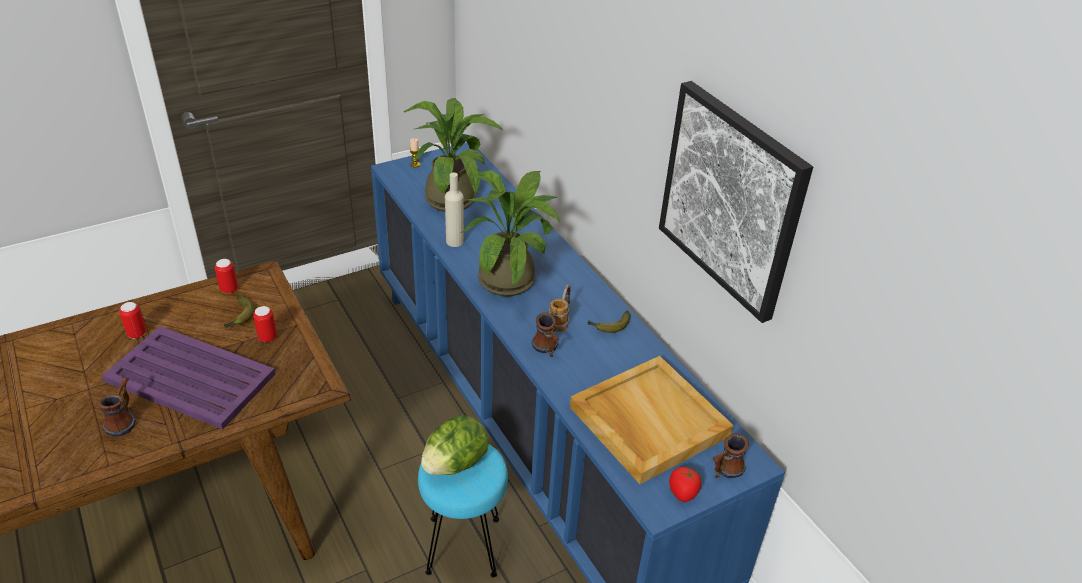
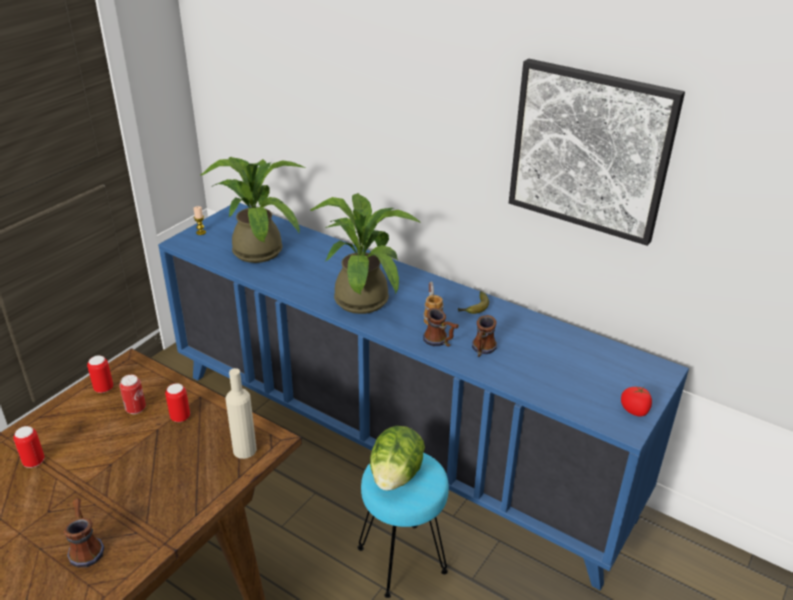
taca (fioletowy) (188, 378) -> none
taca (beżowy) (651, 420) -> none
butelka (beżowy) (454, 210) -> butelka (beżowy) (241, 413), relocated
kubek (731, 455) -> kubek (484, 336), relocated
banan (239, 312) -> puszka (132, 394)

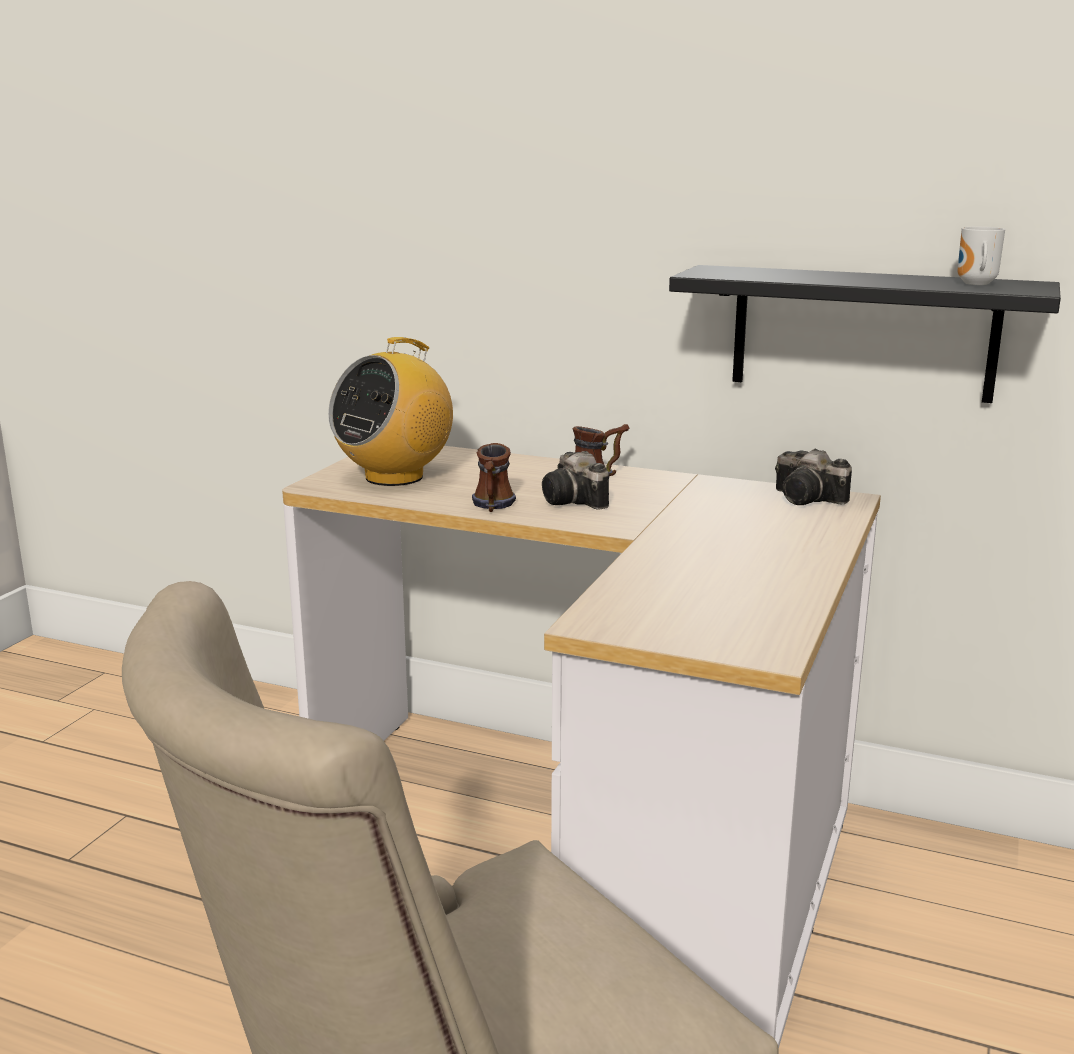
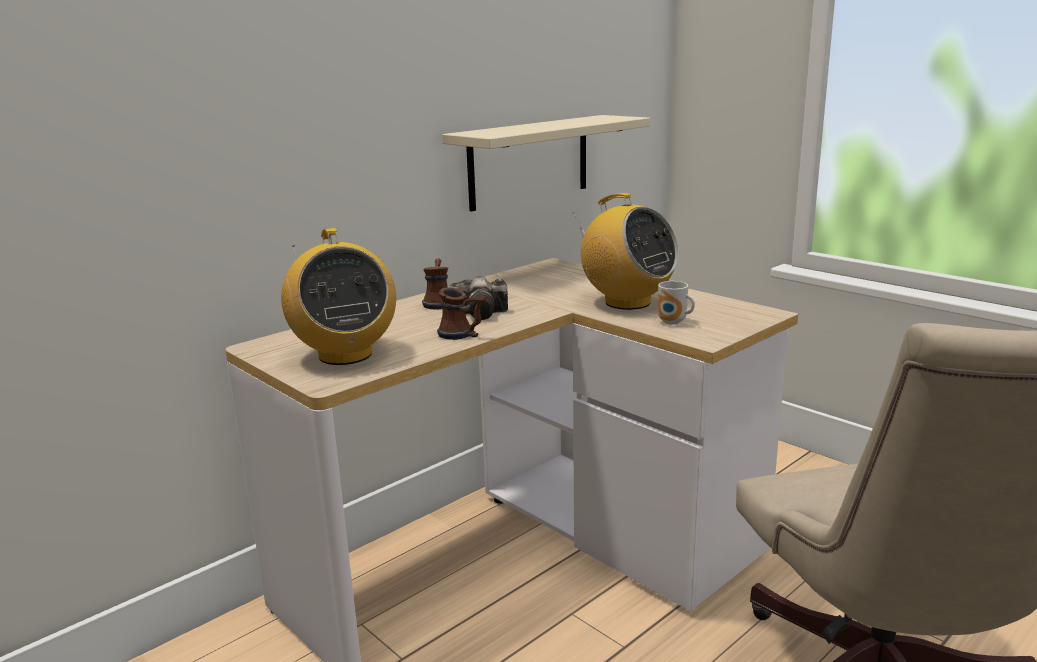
aparat fotograficzny (813, 477) -> none
none -> radio (626, 251)
kubek (981, 256) -> kubek (676, 302), relocated
półka (czarny) (865, 334) -> półka (beżowy) (546, 163)

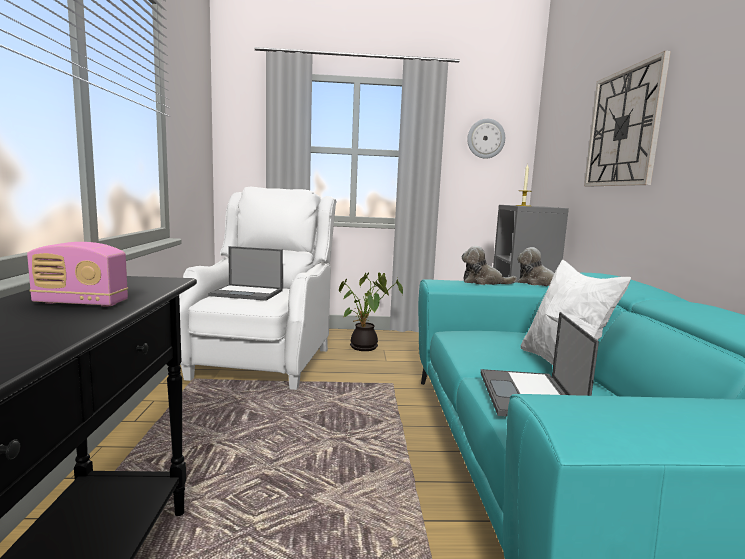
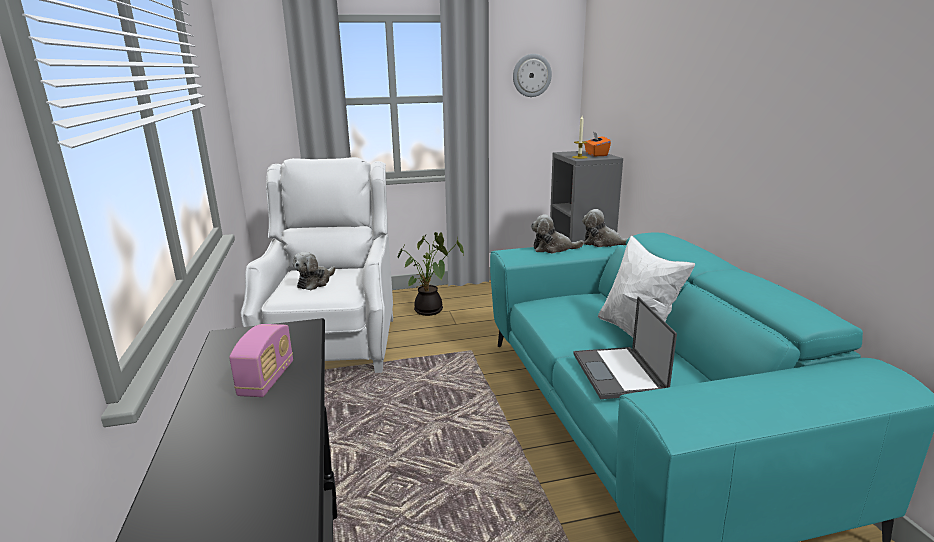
zegar ścienny (627, 119) -> none
none -> pudełko chusteczek (pomarańczowy) (597, 144)
laptop (245, 273) -> pluszak (314, 271)
radio (77, 274) -> radio (261, 360), 75 degrees counterclockwise

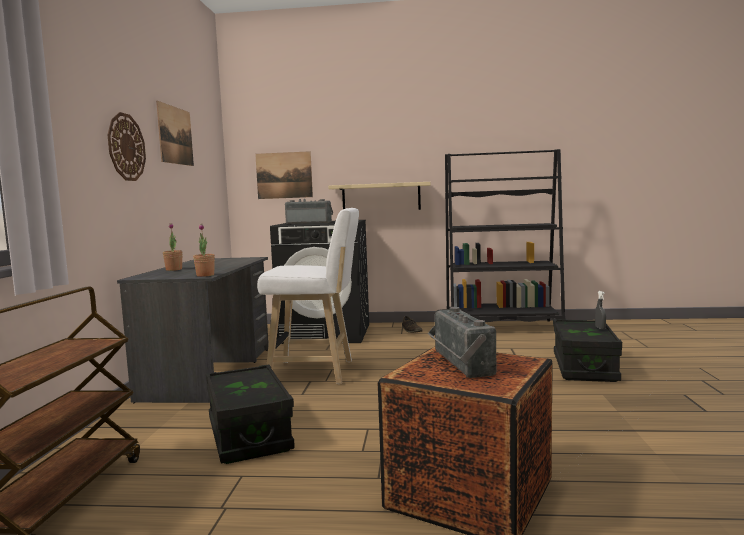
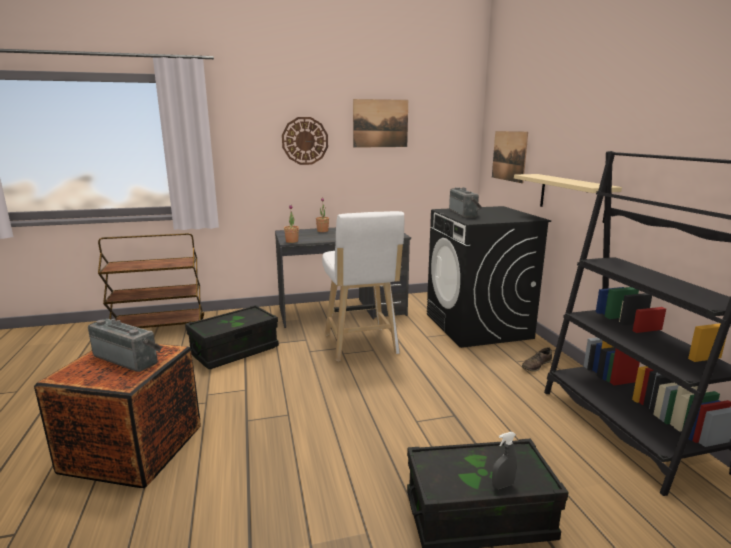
radio (462, 342) -> radio (125, 345), 60 degrees clockwise

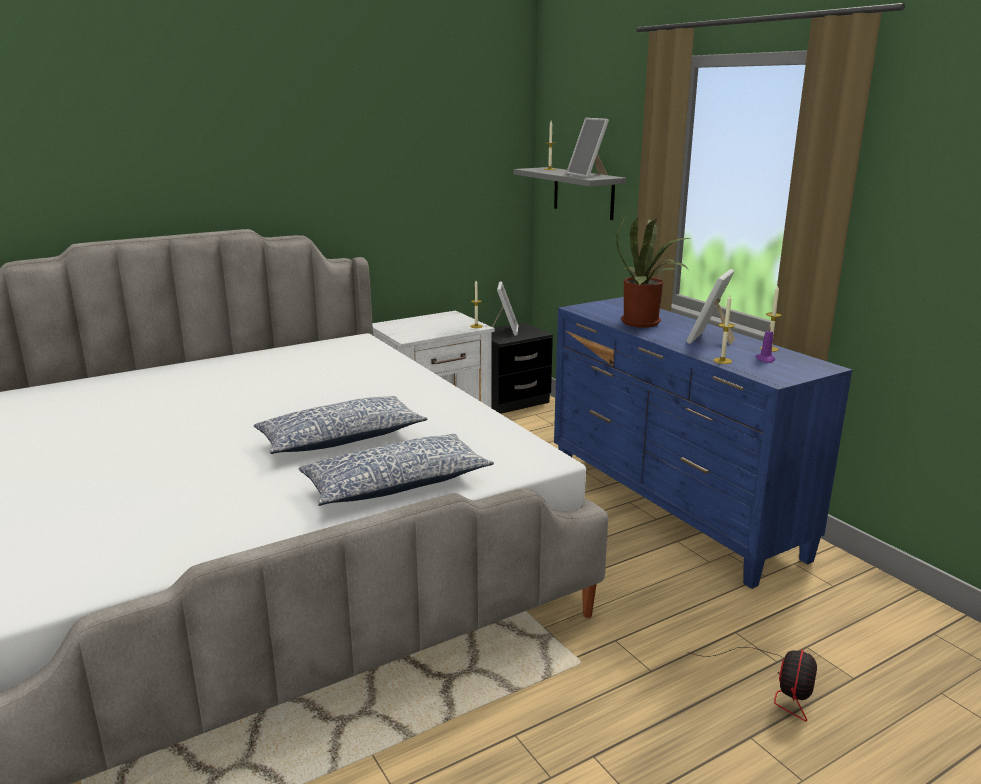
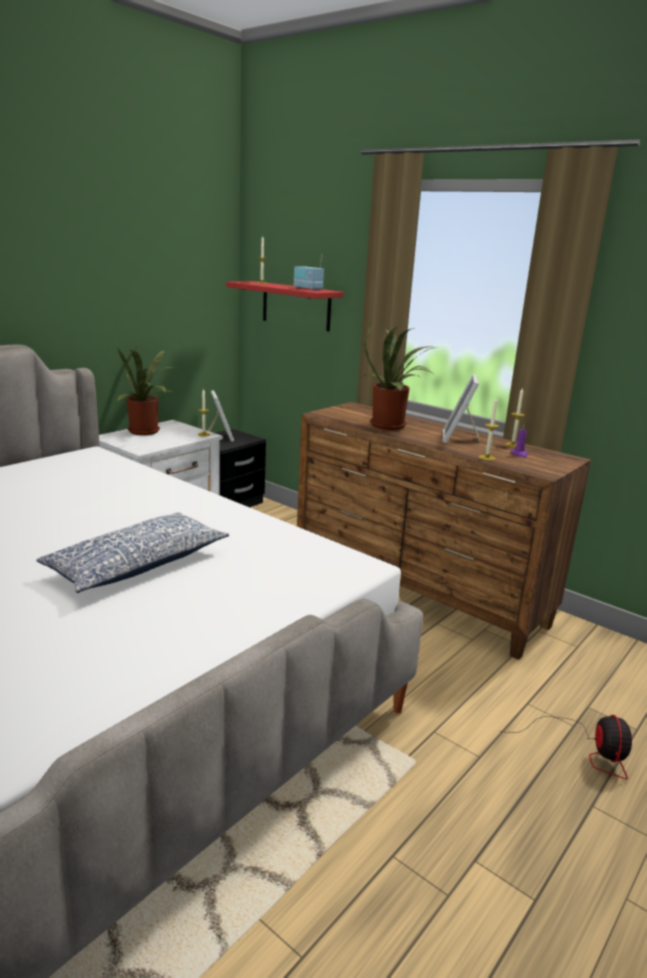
poduszka (396, 470) -> none
none -> roślina doniczkowa (146, 391)
ramka na zdjęcie (587, 148) -> radio (309, 272)
półka (szary) (570, 193) -> półka (czerwony) (285, 306)
komoda (niebieski) (703, 443) -> komoda (brązowy) (444, 531)

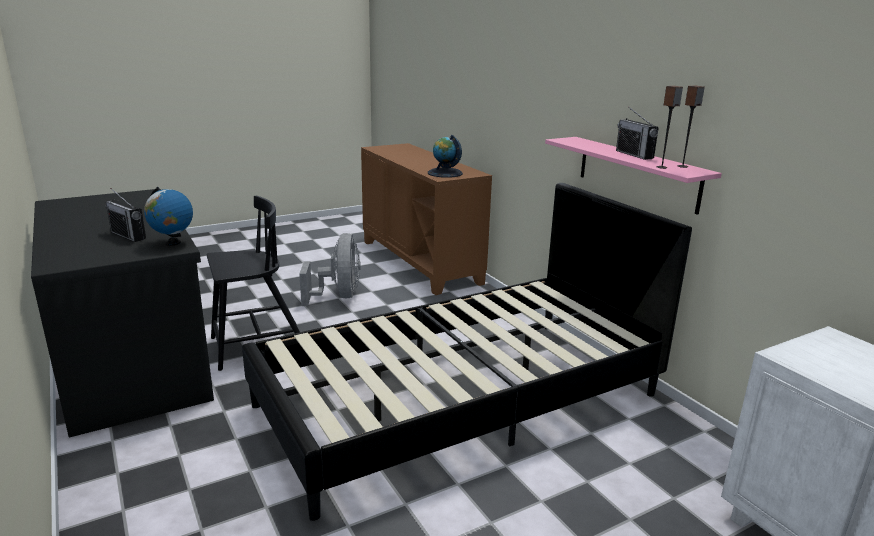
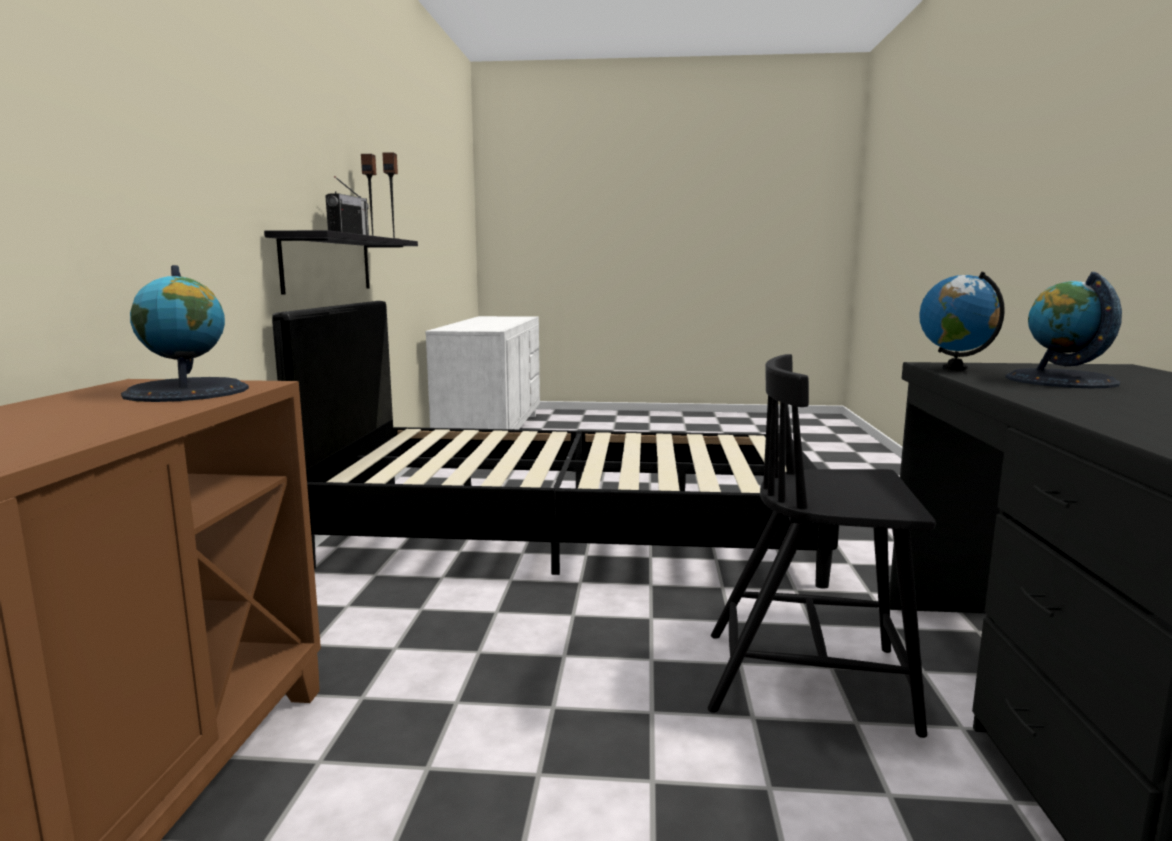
wentylator (szary) (330, 269) -> none
radio (126, 215) -> globus (1063, 330)
półka (różowy) (633, 176) -> półka (czarny) (341, 262)

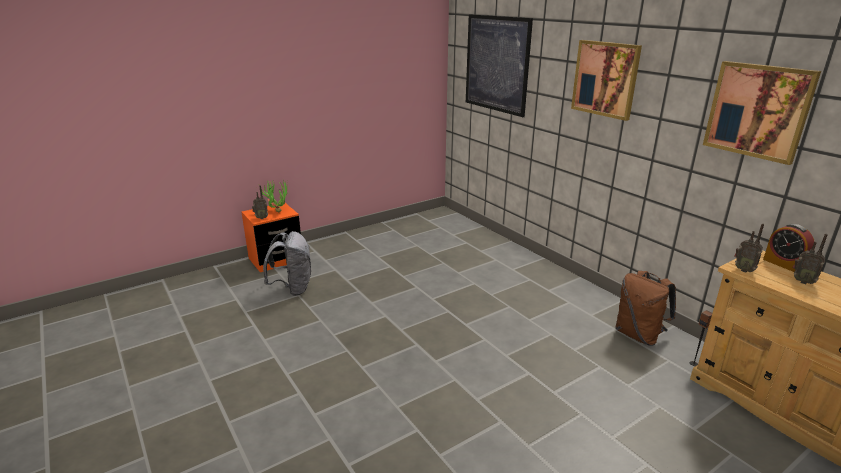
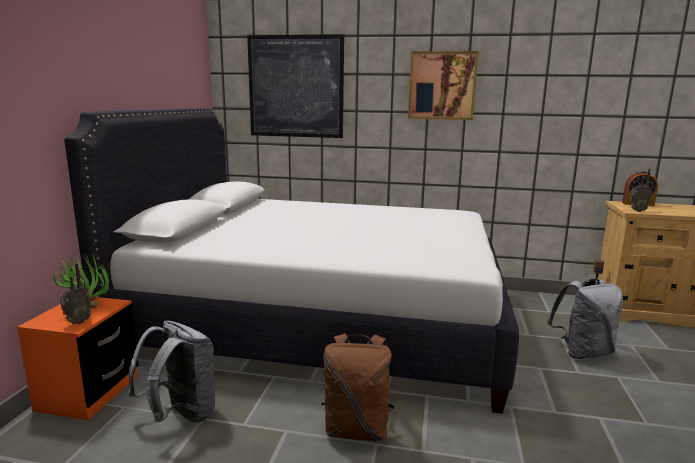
obraz (762, 113) -> none
radio (810, 259) -> none
none -> łóżko (biały) (291, 261)
none -> plecak (szary) (585, 318)
plecak (brązowy) (646, 308) -> plecak (brązowy) (358, 387), relocated

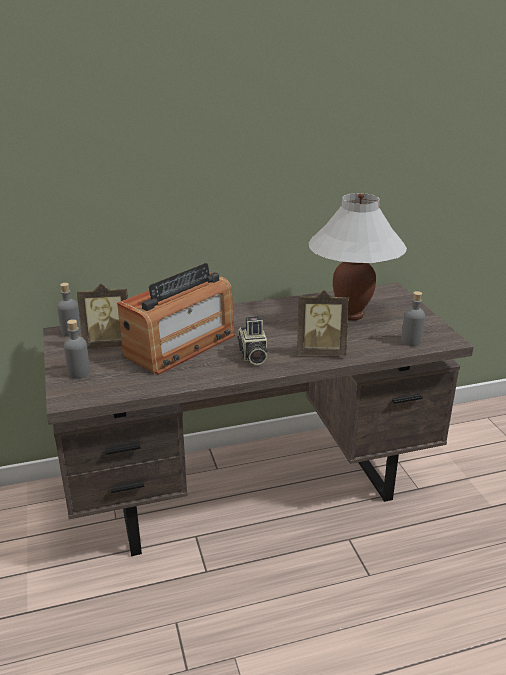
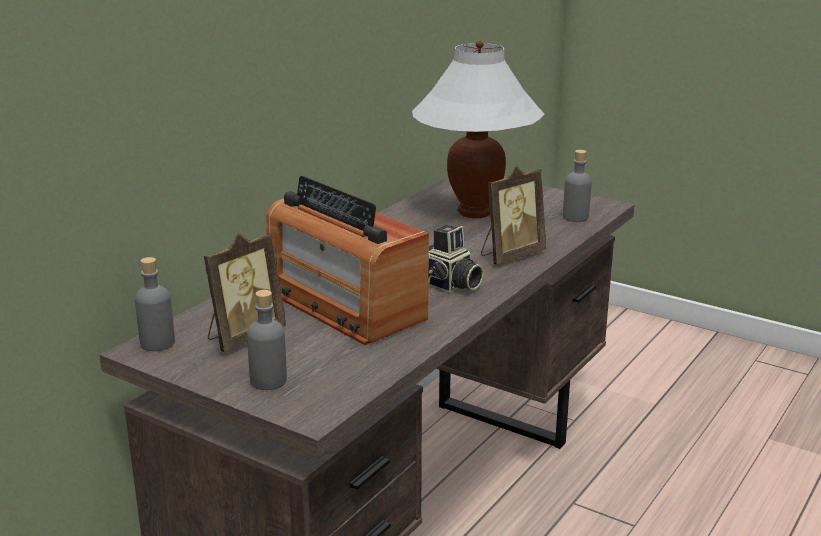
radio (176, 319) -> radio (347, 260), 135 degrees clockwise

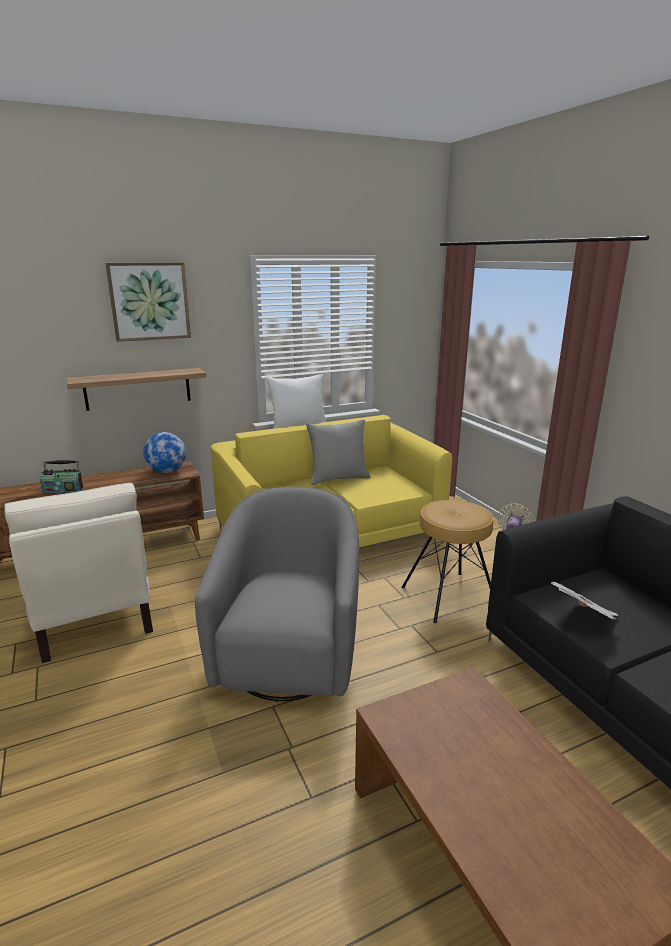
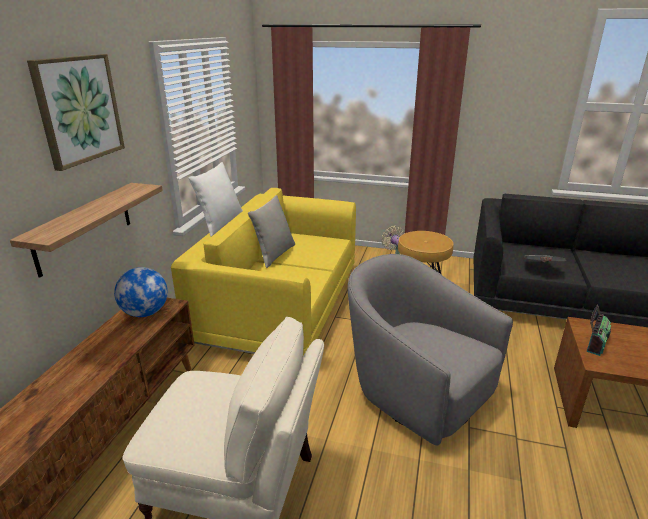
radio (61, 476) -> radio (598, 330), relocated

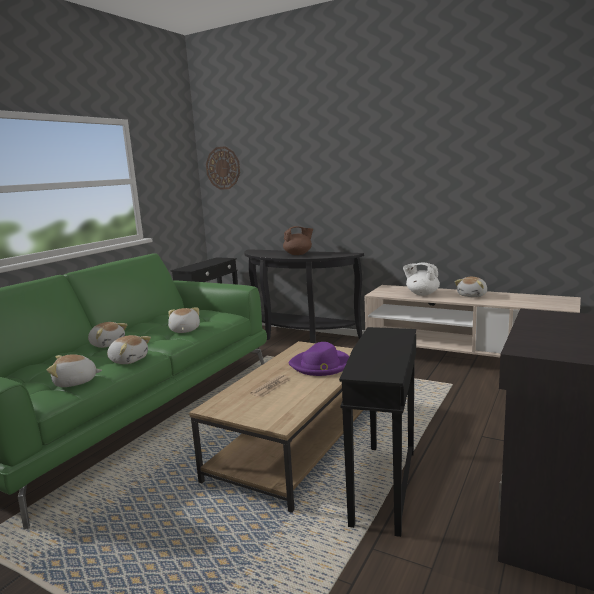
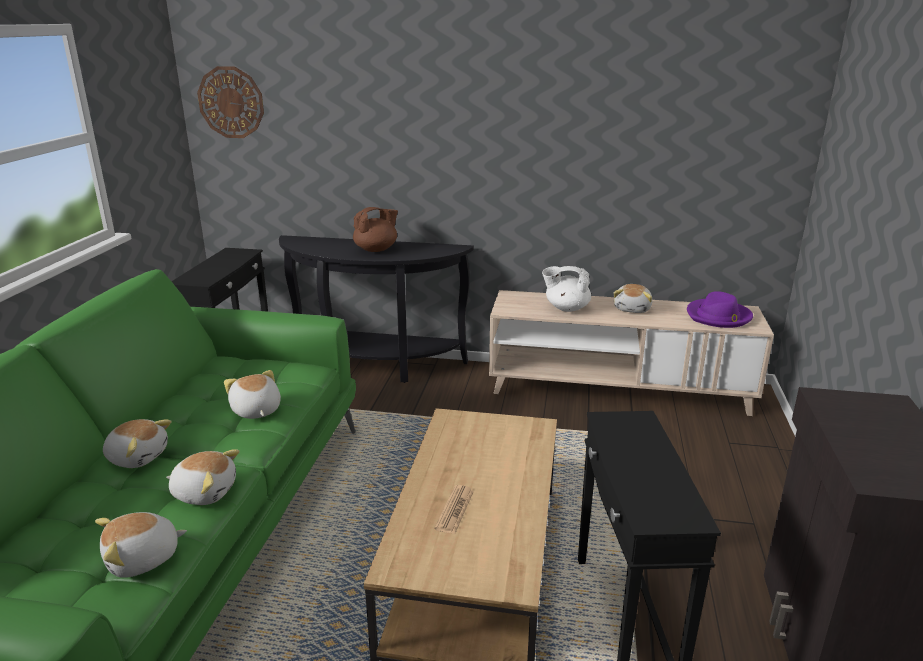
kapelusz (fioletowy) (319, 359) -> kapelusz (fioletowy) (720, 309), relocated

